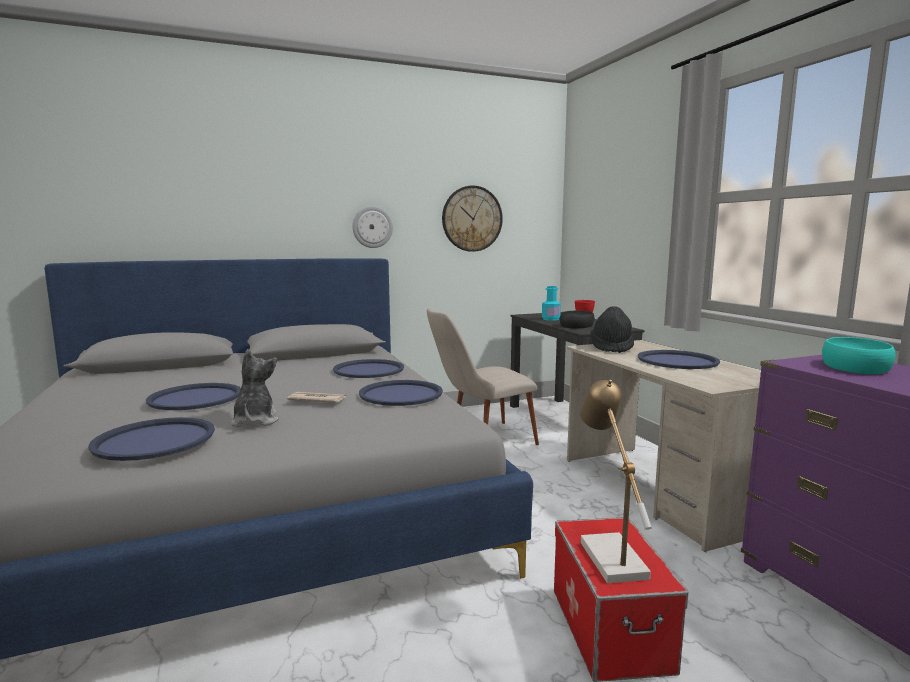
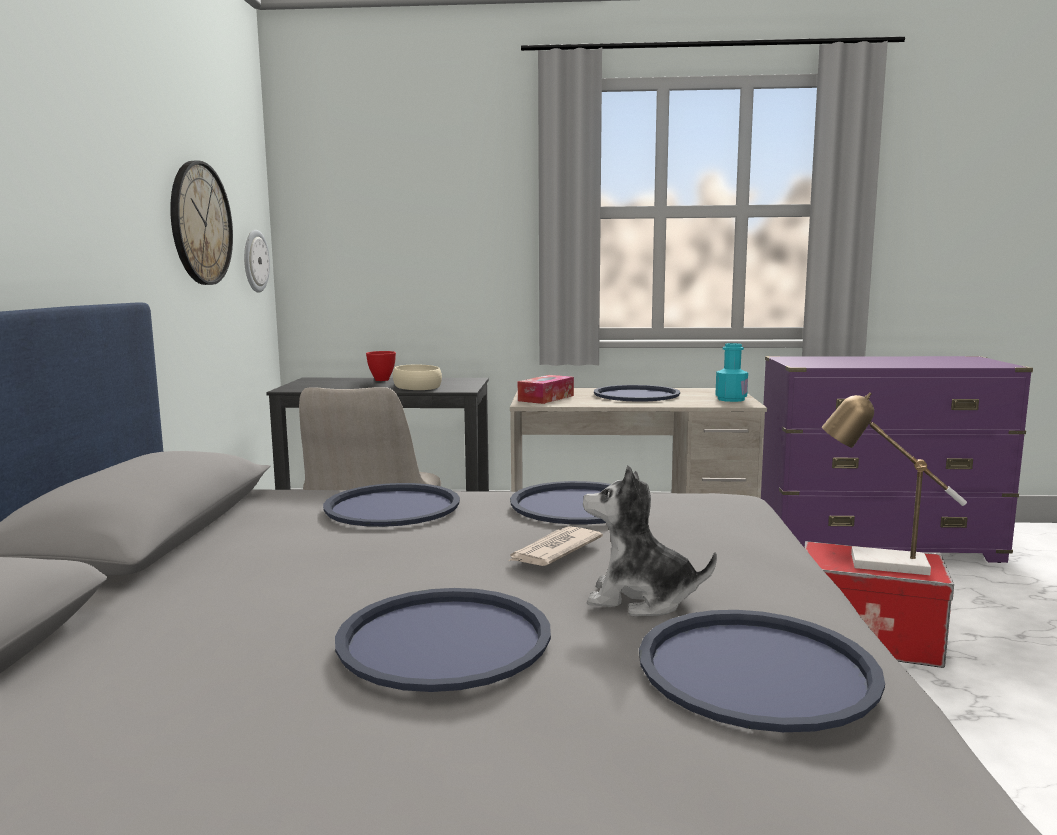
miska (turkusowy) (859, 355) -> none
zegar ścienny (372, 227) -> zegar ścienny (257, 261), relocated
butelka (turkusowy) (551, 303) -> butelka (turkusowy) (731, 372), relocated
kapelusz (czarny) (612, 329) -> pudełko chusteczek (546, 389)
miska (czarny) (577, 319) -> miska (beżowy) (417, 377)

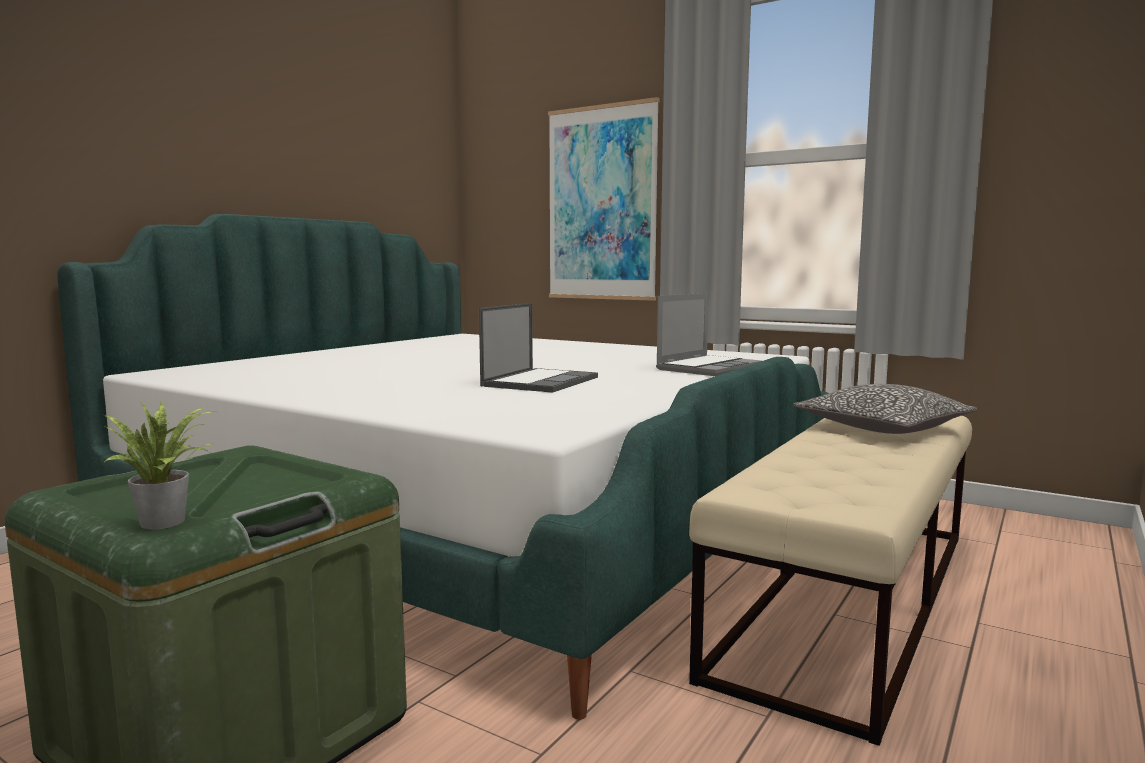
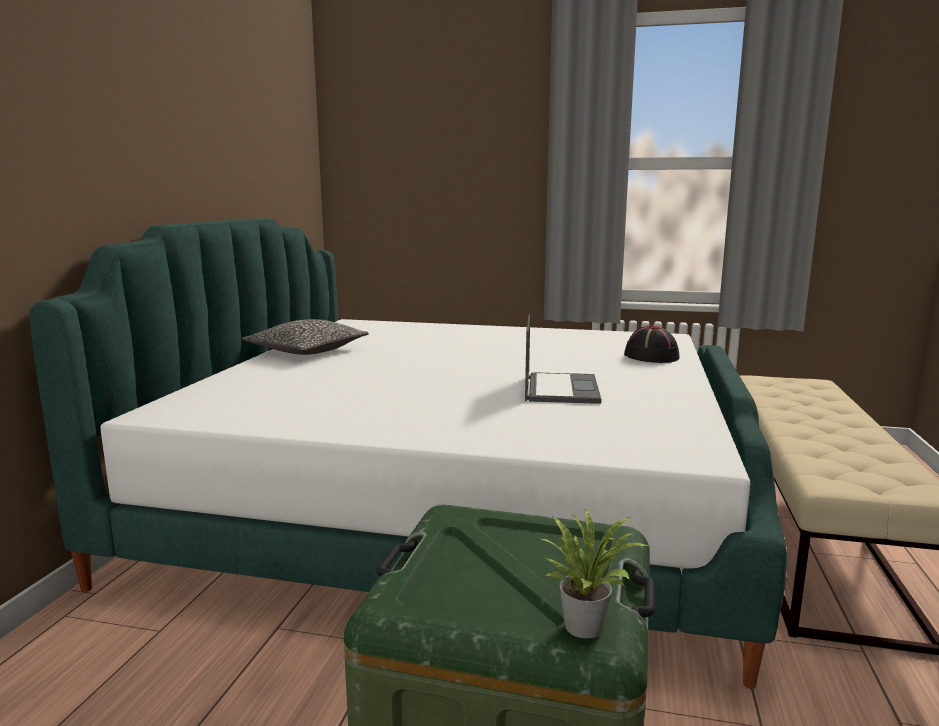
obraz (604, 199) -> none
poduszka (885, 409) -> poduszka (305, 337), relocated
laptop (709, 334) -> kapelusz (czarny) (652, 344)

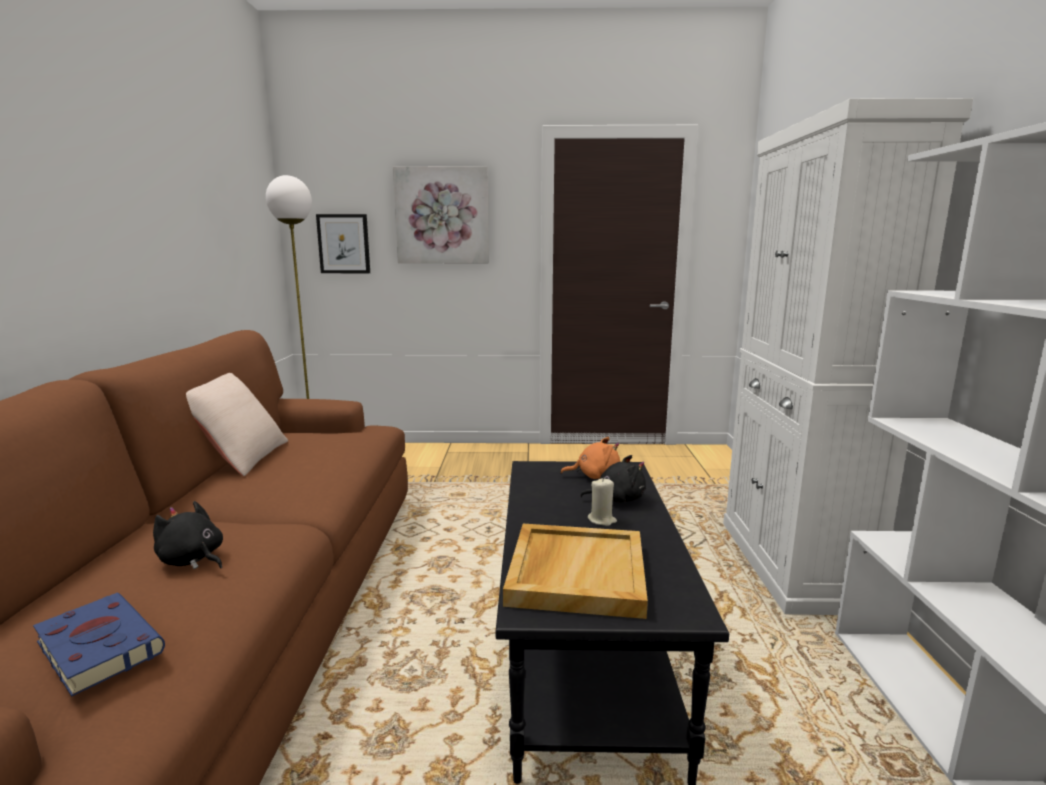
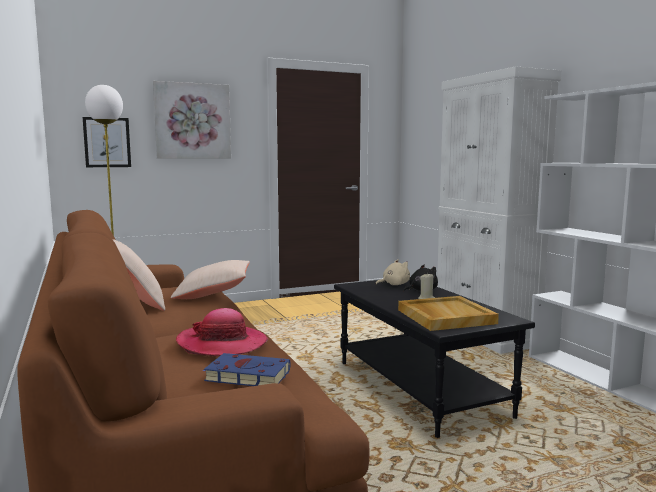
none -> poduszka (beżowy) (210, 279)
pluszak (czarny) (188, 535) -> kapelusz (222, 332)
pluszak (pomarańczowy) (590, 458) -> pluszak (beżowy) (392, 272)

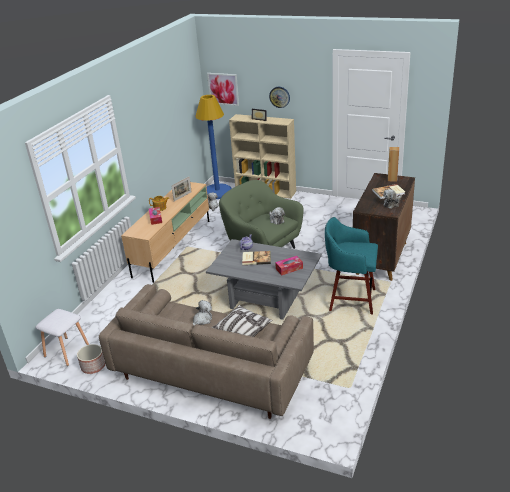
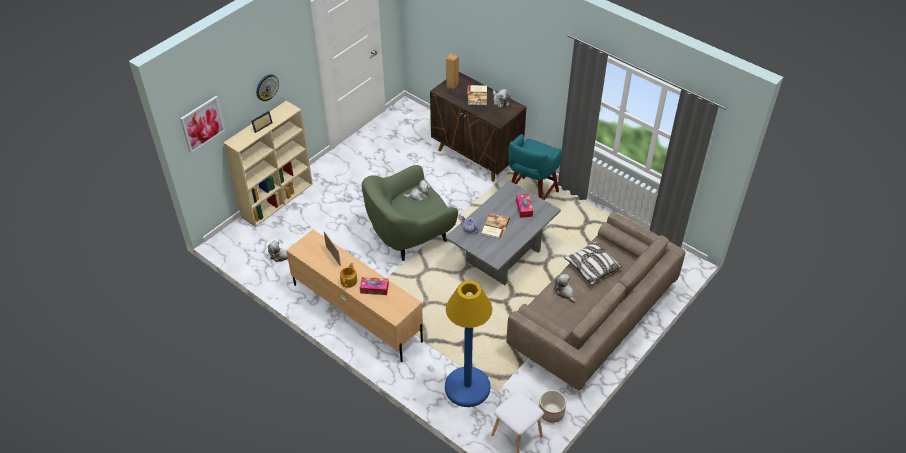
lampa stojąca (niebieski) (213, 147) -> lampa stojąca (niebieski) (468, 344), relocated

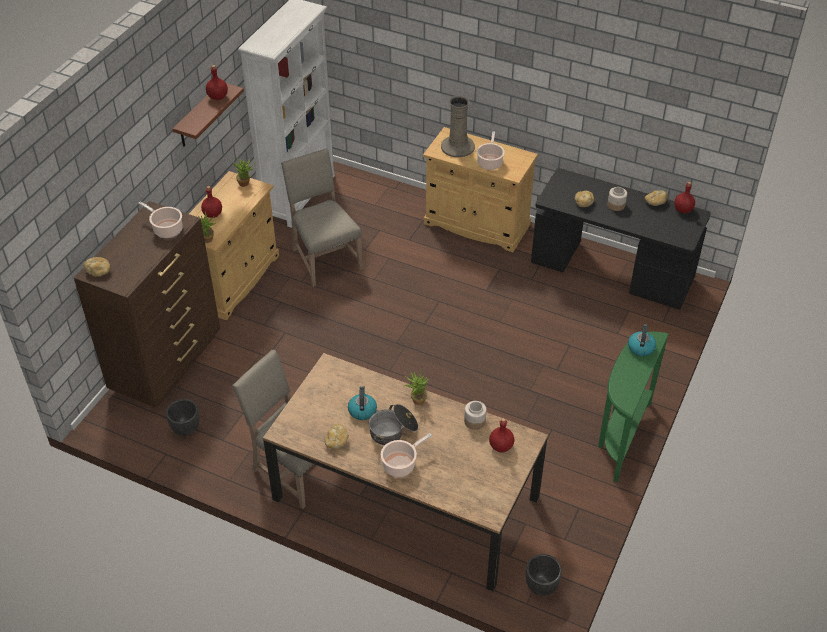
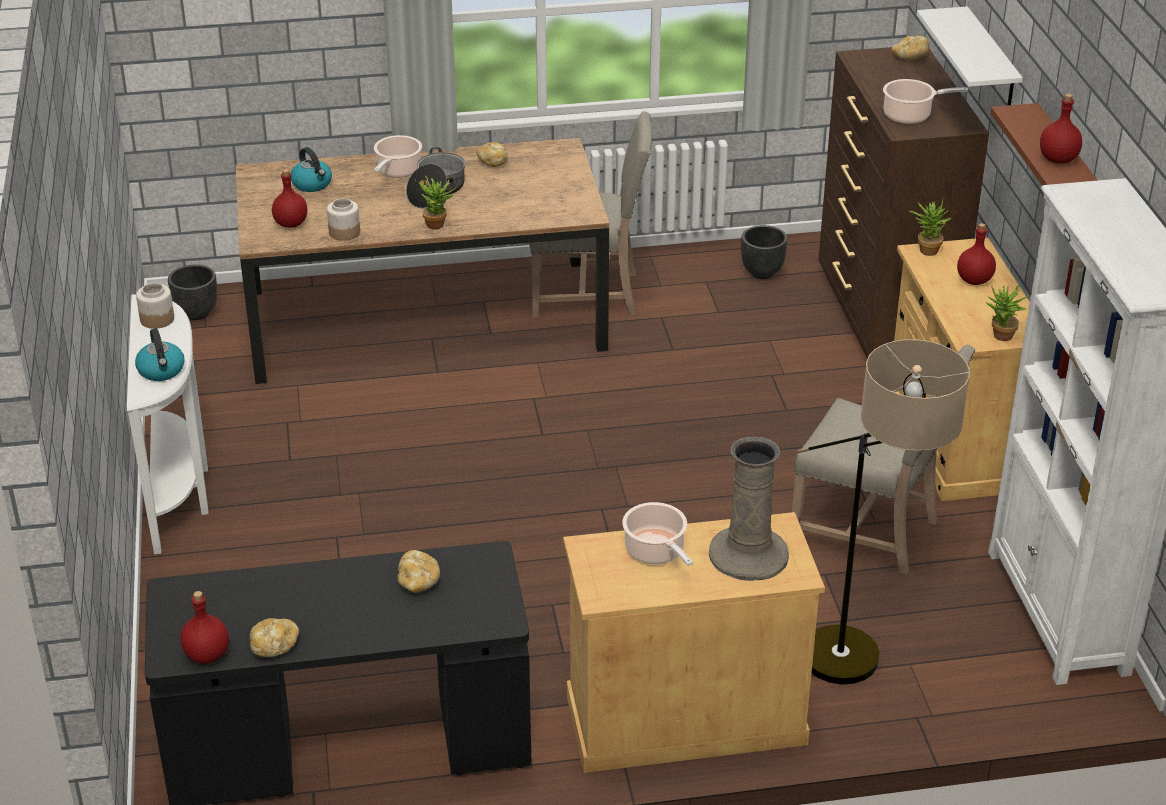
none -> lampa stojąca (883, 511)
none -> półka (biały) (970, 55)
czajnik (362, 403) -> czajnik (311, 169), relocated
słoik (617, 199) -> słoik (155, 306), relocated
stolik konsolowy (zielony) (633, 407) -> stolik konsolowy (biały) (168, 424)

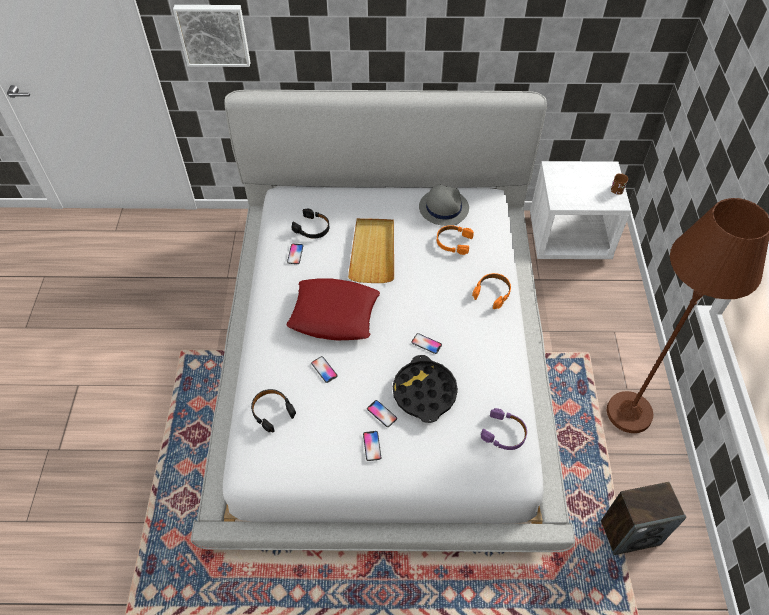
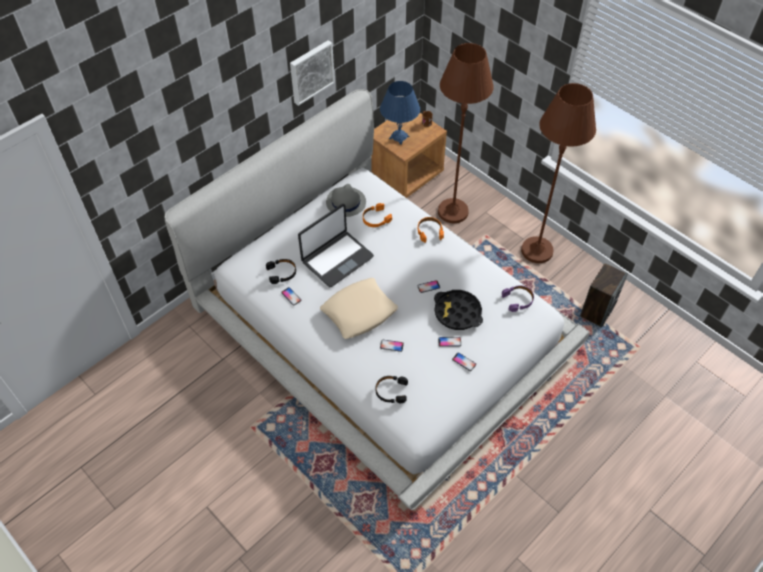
none -> lampa stołowa (niebieski) (400, 113)
none -> lampa stojąca (brązowy) (466, 133)
obraz (212, 36) -> obraz (312, 73), relocated
taca (beżowy) (371, 250) -> laptop (336, 245)
poduszka (czerwony) (333, 309) -> poduszka (beżowy) (359, 308)
szafka nocna (biały) (580, 210) -> szafka nocna (brązowy) (409, 155)

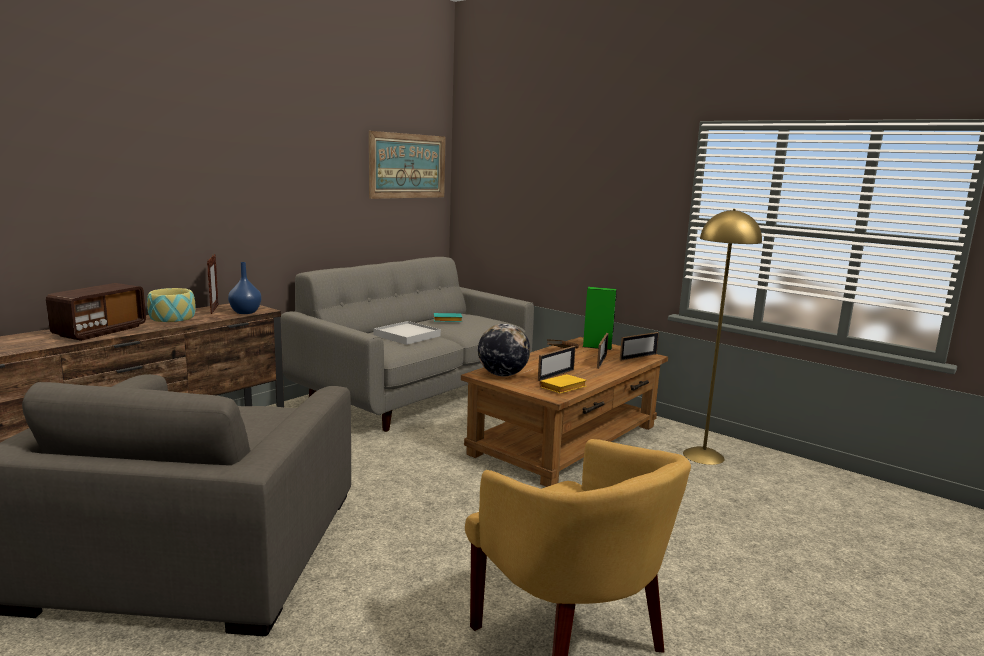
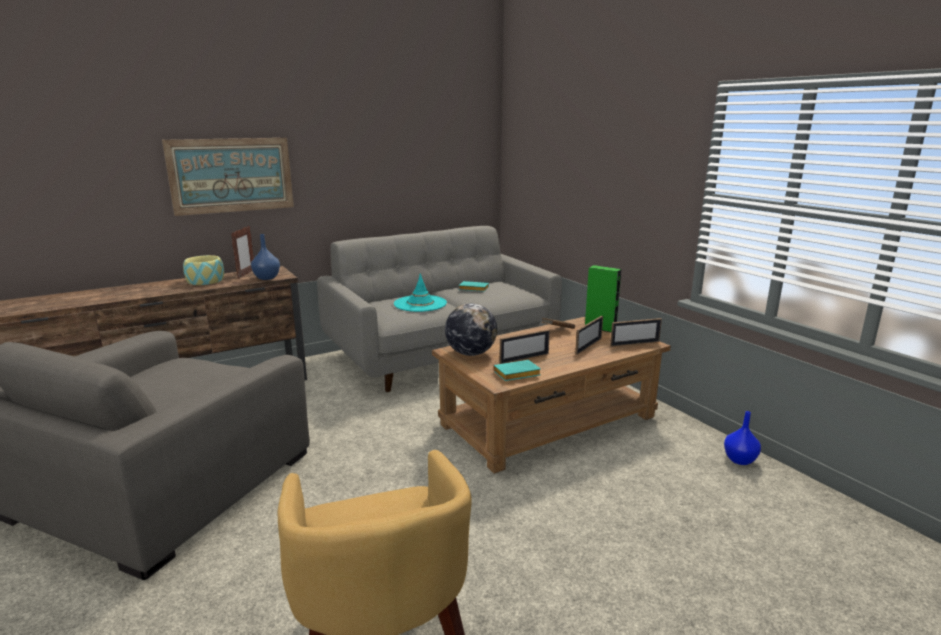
radio (96, 312) -> none
lampa stojąca (żółty) (722, 337) -> none
none -> wazon (niebieski) (742, 438)
obraz (407, 165) -> obraz (228, 177), relocated
taca (biały) (407, 333) -> kapelusz (turkusowy) (420, 292)
książka (żółty) (563, 383) -> książka (turkusowy) (517, 370)

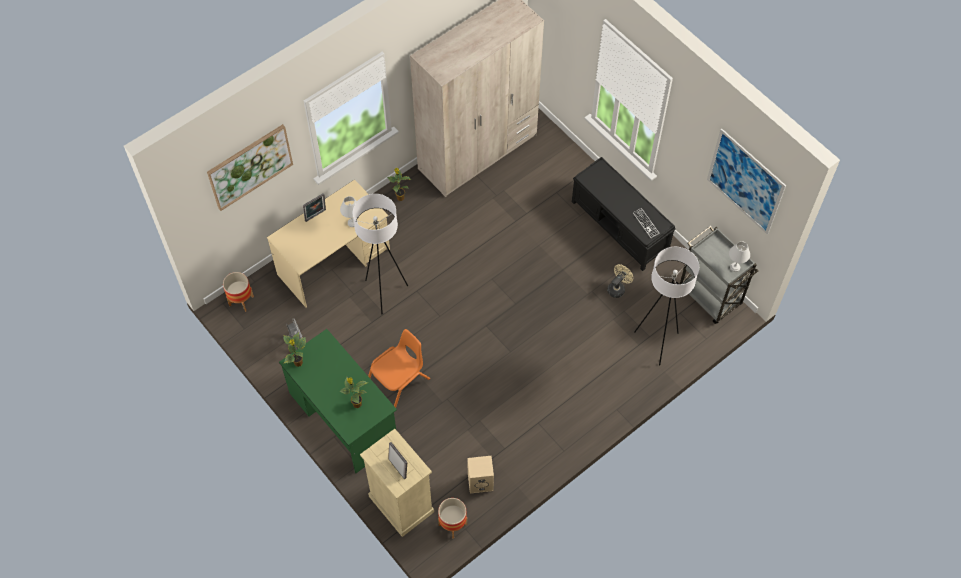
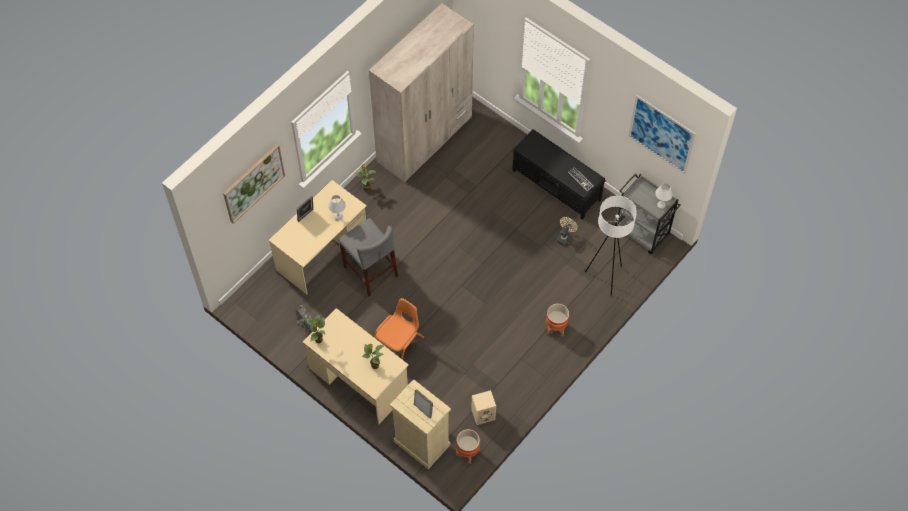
donica (238, 292) -> donica (557, 320), relocated
lampa stojąca (biały) (380, 254) -> stołek (szary) (368, 257)
biurko (zielony) (338, 401) -> biurko (beżowy) (356, 366)

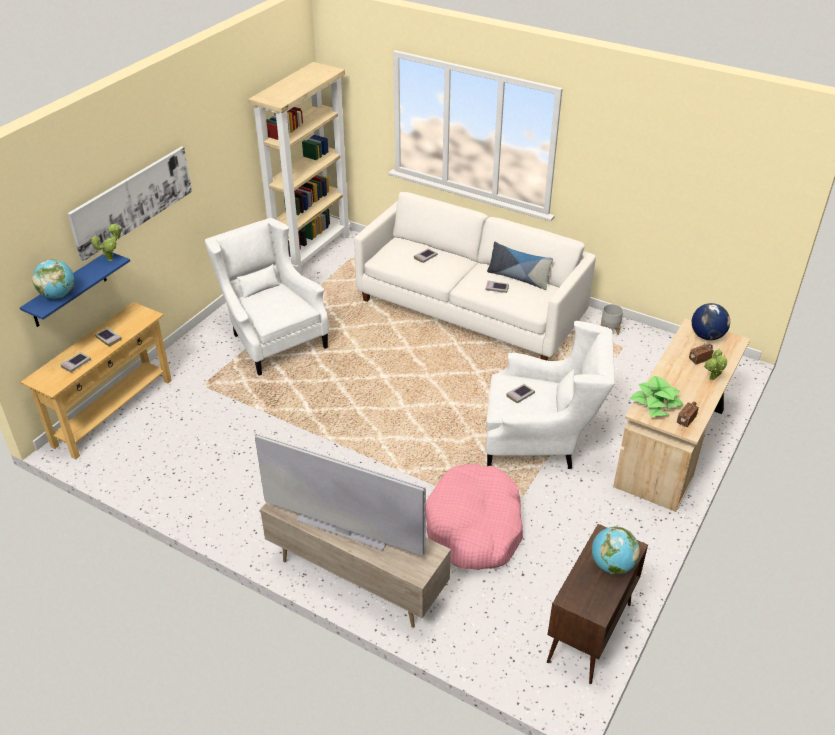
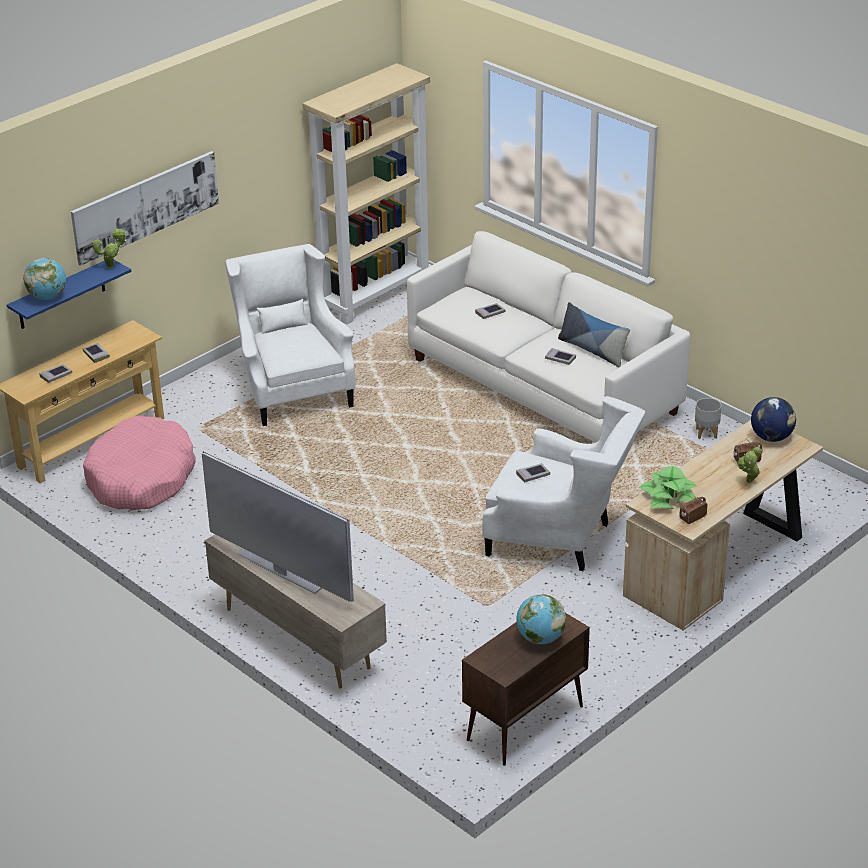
legowisko (różowy) (474, 517) -> legowisko (różowy) (139, 463), relocated

